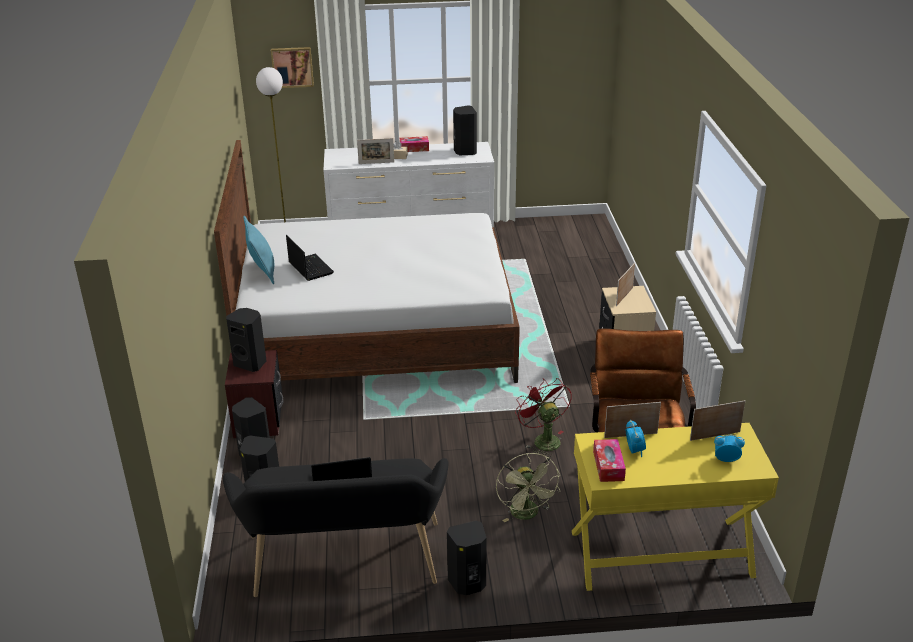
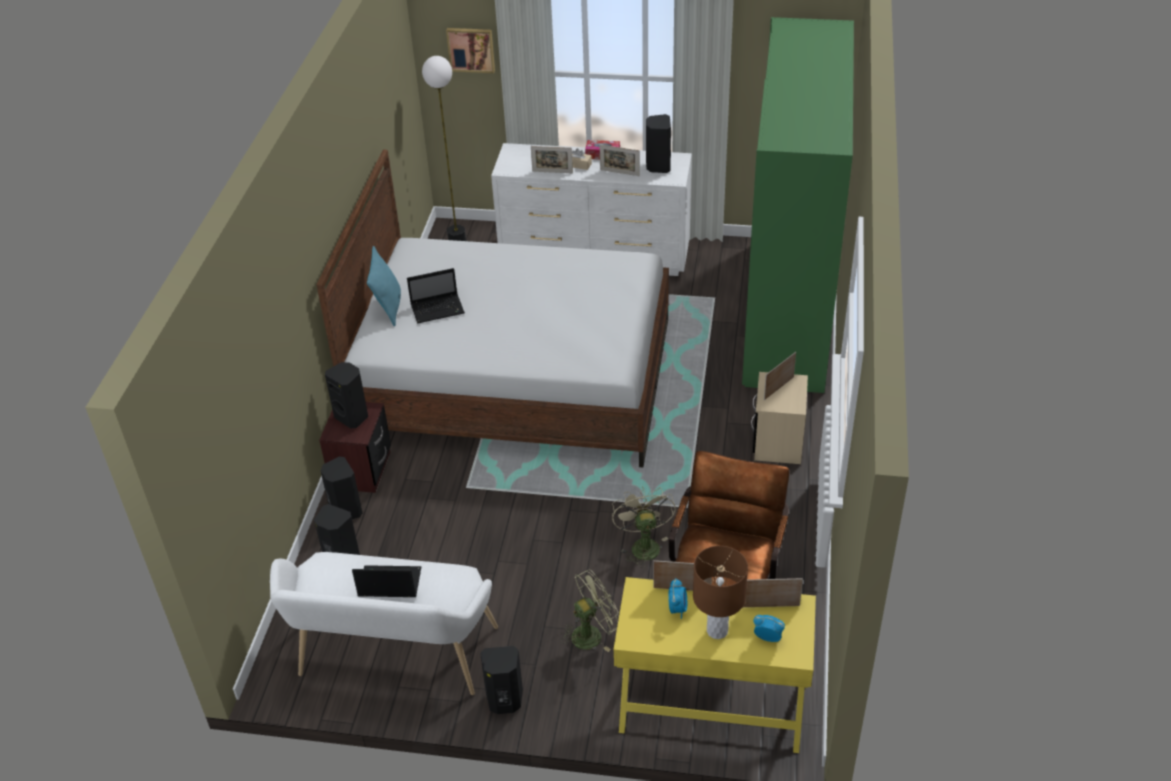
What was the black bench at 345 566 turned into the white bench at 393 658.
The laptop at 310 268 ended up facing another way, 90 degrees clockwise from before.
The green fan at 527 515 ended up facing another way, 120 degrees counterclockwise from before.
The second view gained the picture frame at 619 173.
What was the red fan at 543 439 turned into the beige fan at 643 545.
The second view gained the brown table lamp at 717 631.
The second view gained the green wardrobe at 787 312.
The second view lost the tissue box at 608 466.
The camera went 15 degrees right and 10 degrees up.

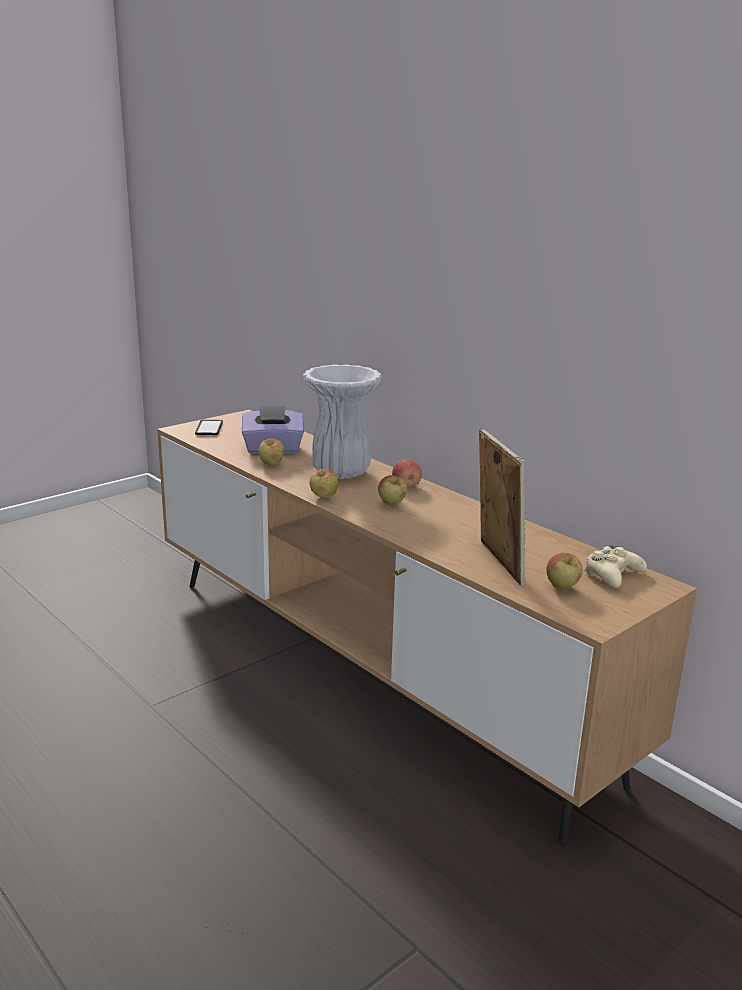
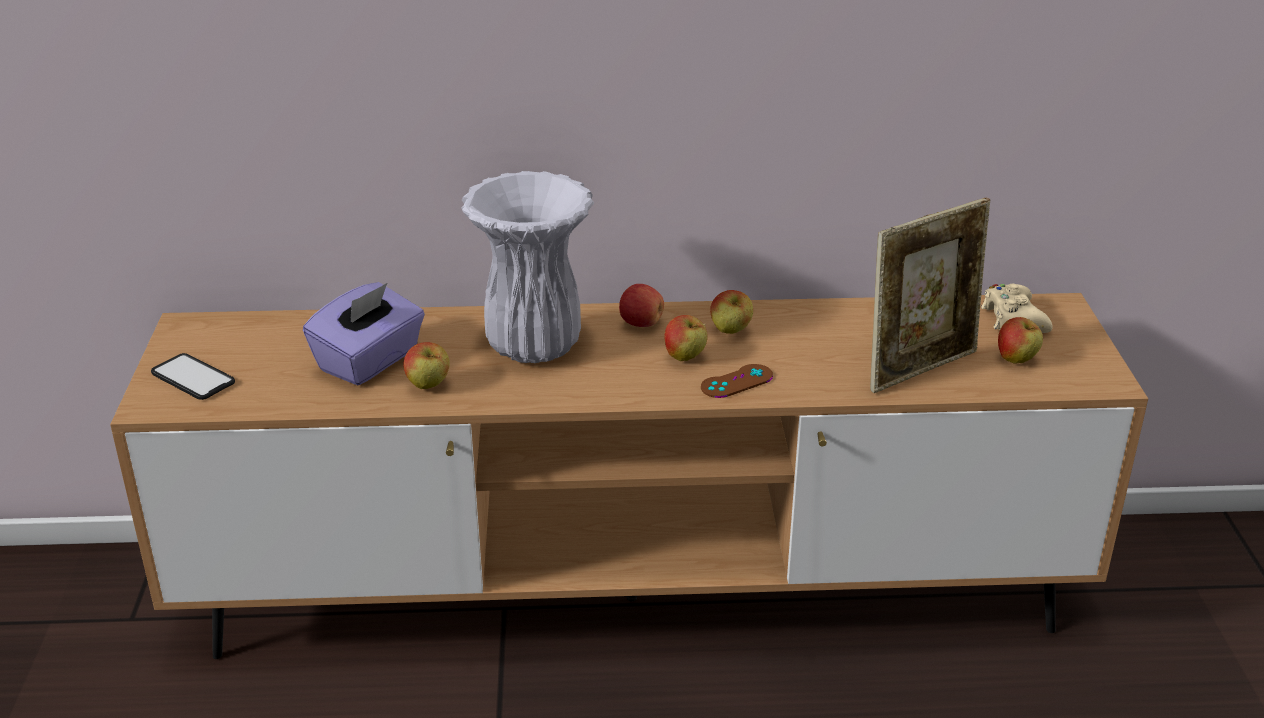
The second view gained the brown game controller at 736 381.
The apple ended up elsewhere, having gone from 323 497 to 731 332.
The picture frame at 496 563 ended up facing another way, 120 degrees clockwise from before.
The camera went 50 degrees left and 10 degrees up.

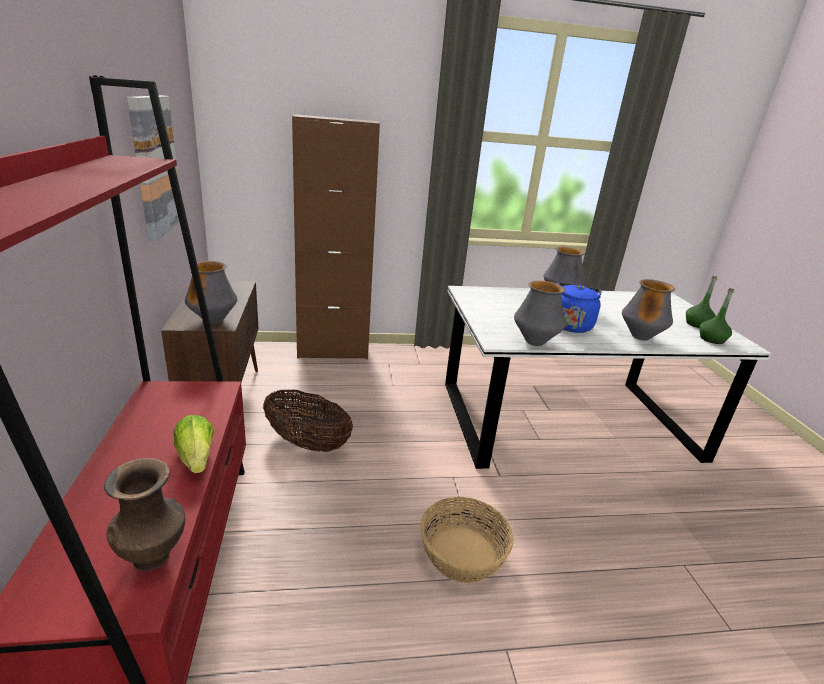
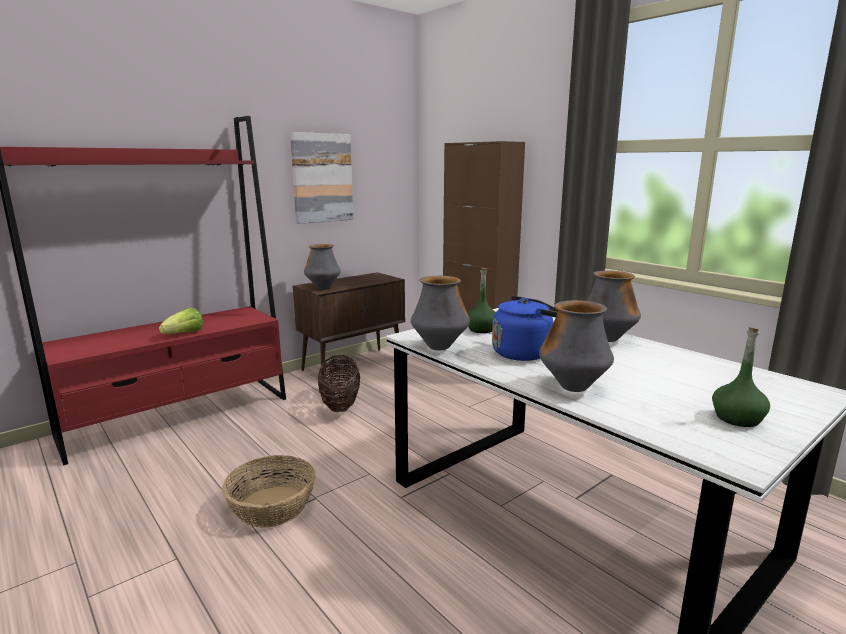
The green bottle ended up elsewhere, having gone from 711 339 to 481 329.
The second view lost the brown vase at 154 555.
The camera went 60 degrees right and 10 degrees down.

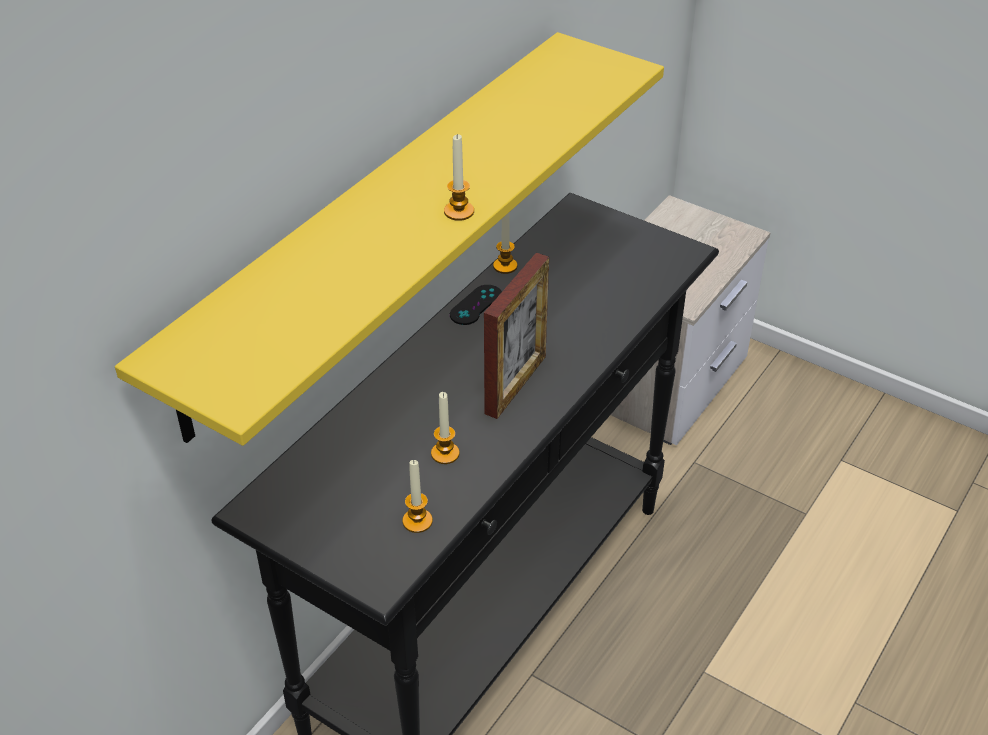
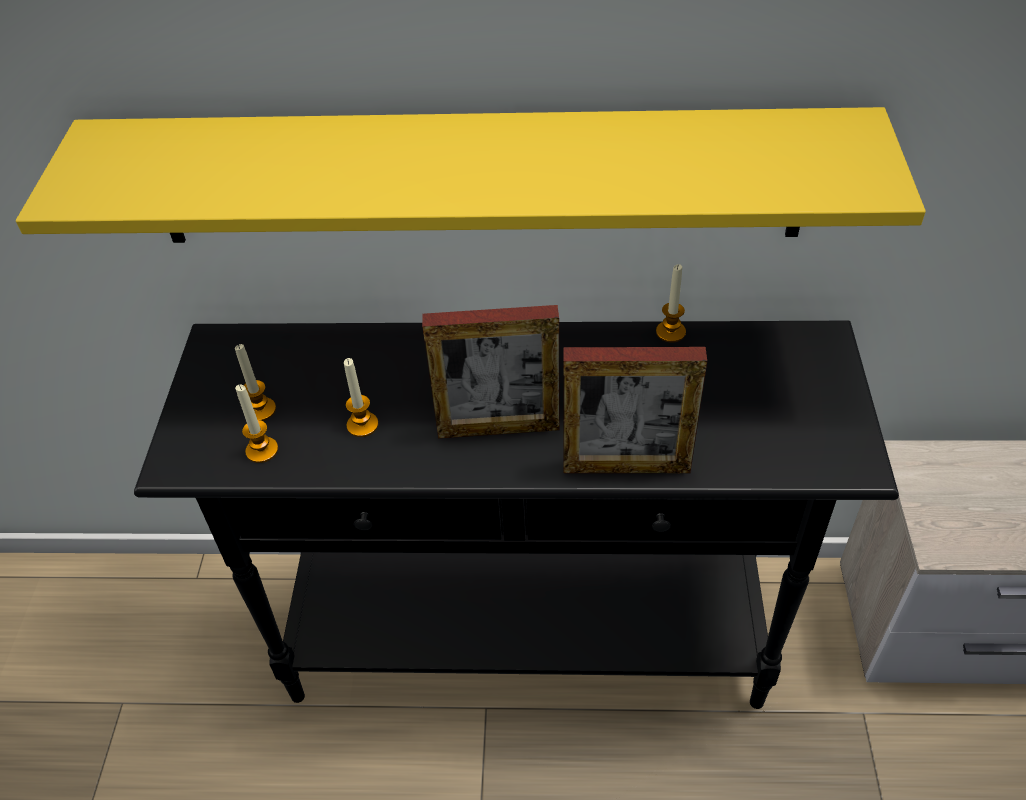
The candle ended up elsewhere, having gone from 459 211 to 260 410.
The second view gained the picture frame at 626 466.
The second view lost the black game controller at 476 305.
The camera went 60 degrees right and 5 degrees up.

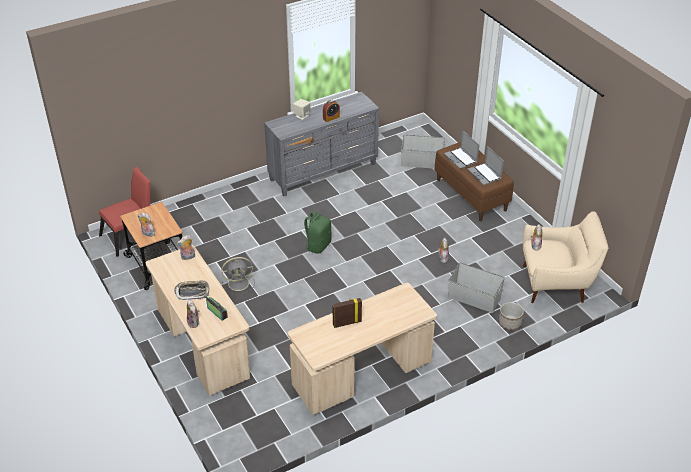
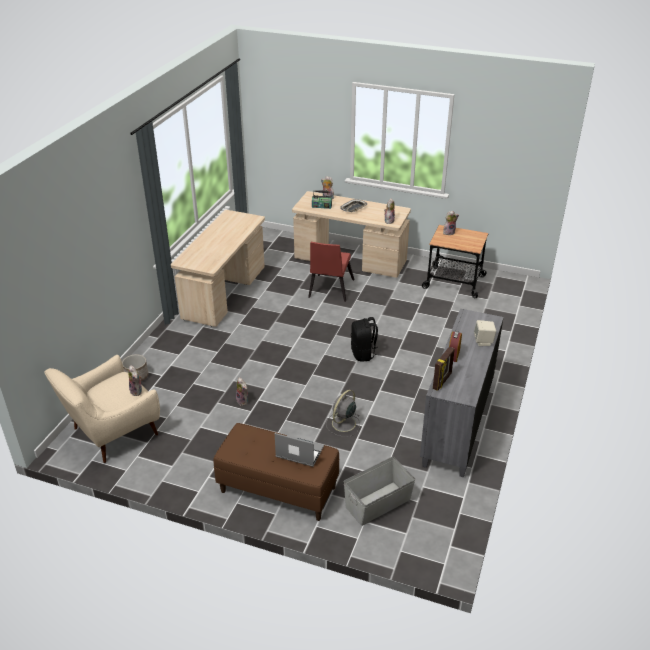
The red chair ended up elsewhere, having gone from 131 236 to 330 290.
The grey fan ended up elsewhere, having gone from 239 283 to 343 424.
What was the green backpack at 318 245 turned into the black backpack at 363 354.
The picture frame ended up elsewhere, having gone from 347 323 to 442 381.
The second view lost the grey storage box at 474 297.
The second view lost the laptop at 485 175.
The camera went 140 degrees right and 5 degrees down.

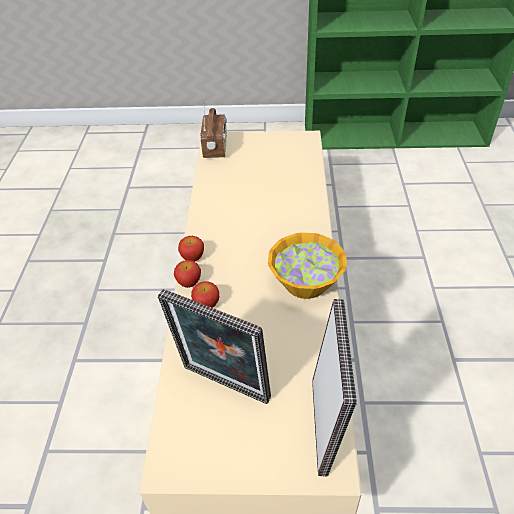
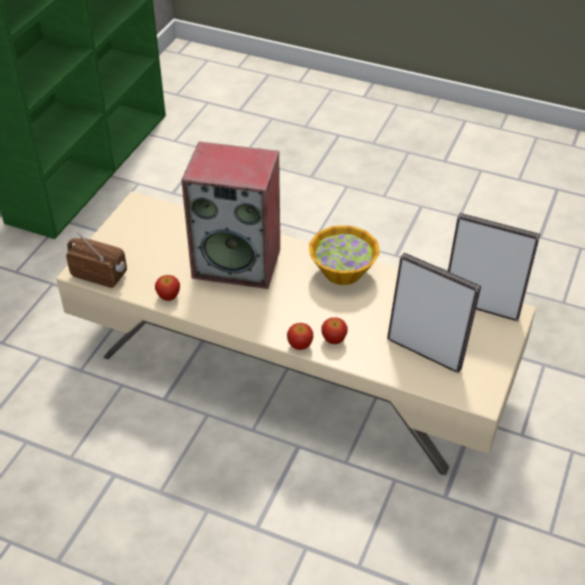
The apple ended up elsewhere, having gone from 192 257 to 168 296.
The second view gained the speaker at 238 262.
The picture frame at 223 387 ended up facing another way, 105 degrees counterclockwise from before.
The camera went 70 degrees left and 0 degrees up.

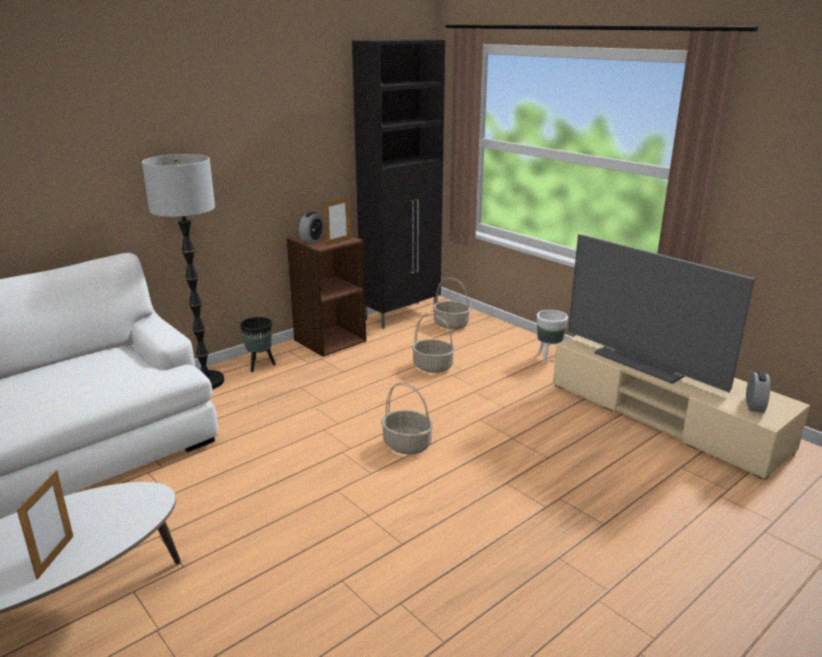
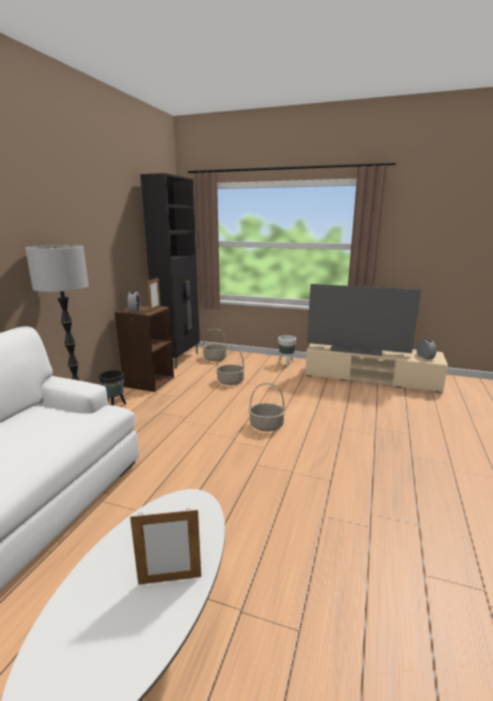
The picture frame at 55 557 ended up facing another way, 105 degrees clockwise from before.
The camera went 30 degrees left and 5 degrees down.

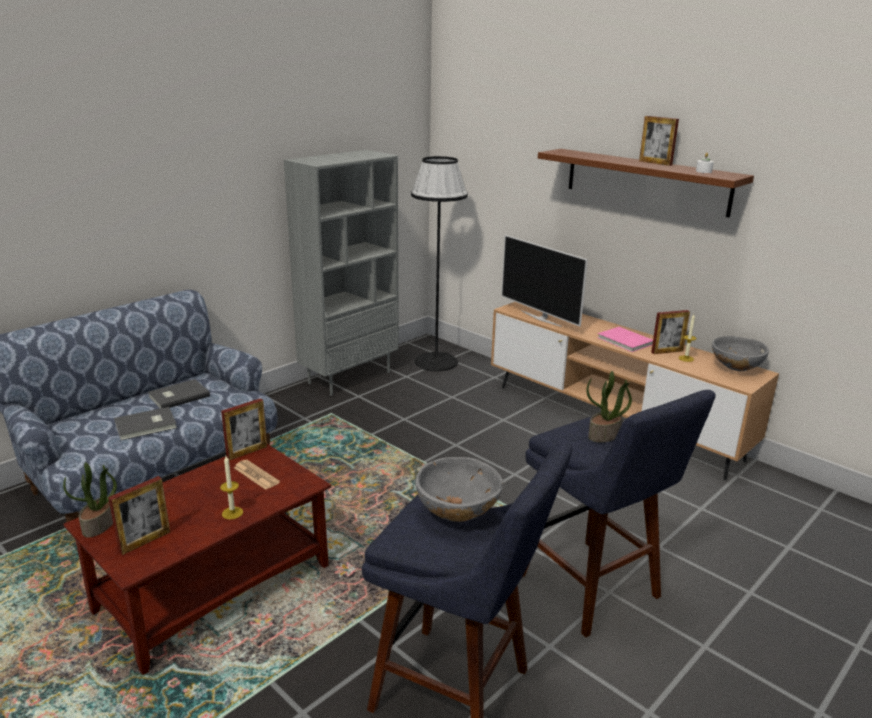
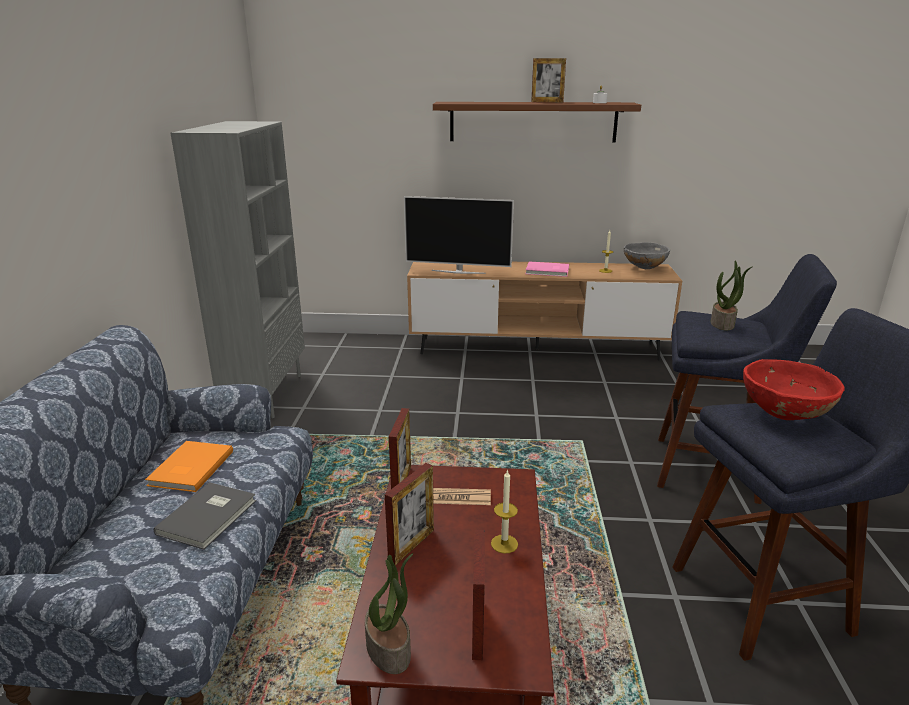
What was the grey book at 177 396 turned into the orange book at 189 468.
The picture frame ended up elsewhere, having gone from 667 351 to 411 545.
What was the grey bowl at 457 514 turned into the red bowl at 784 415.
The second view lost the black floor lamp at 436 361.
The camera went 40 degrees left and 0 degrees up.

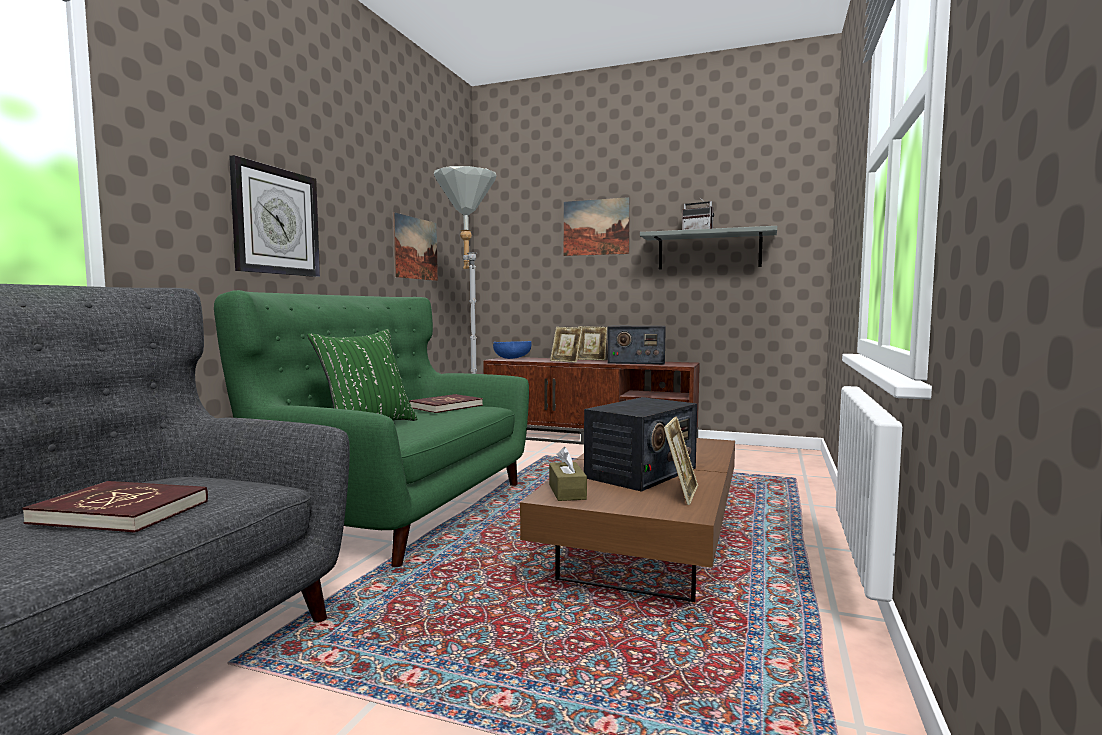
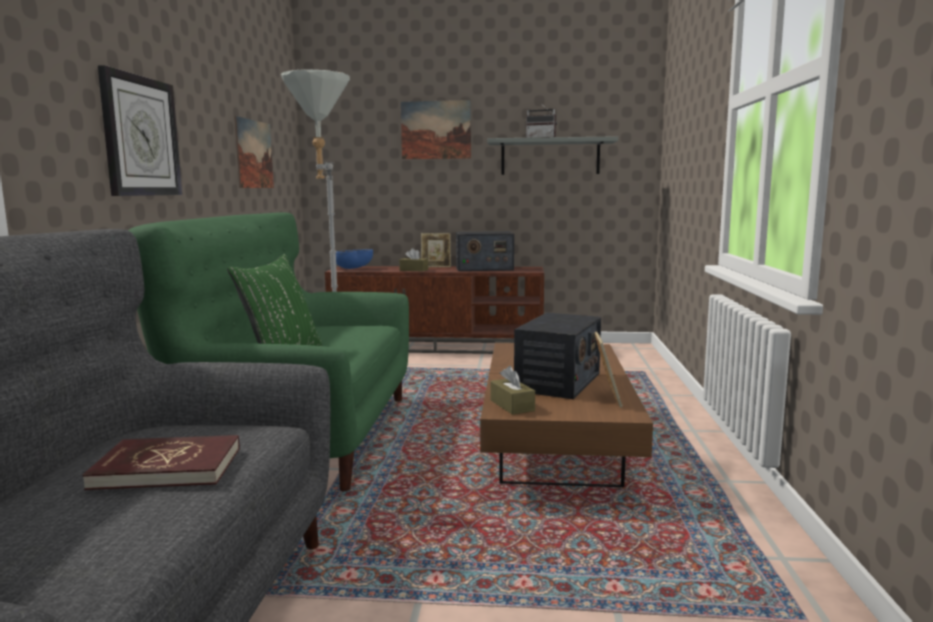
Where the picture frame stood at 566 361, the brown tissue box came to stand at 413 270.
The second view lost the red book at 446 407.
The camera went 15 degrees left and 5 degrees up.

